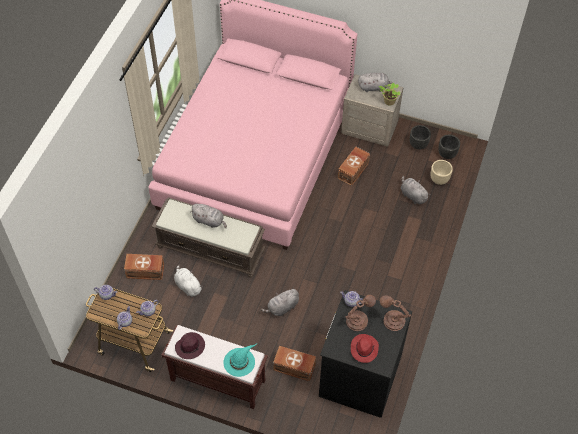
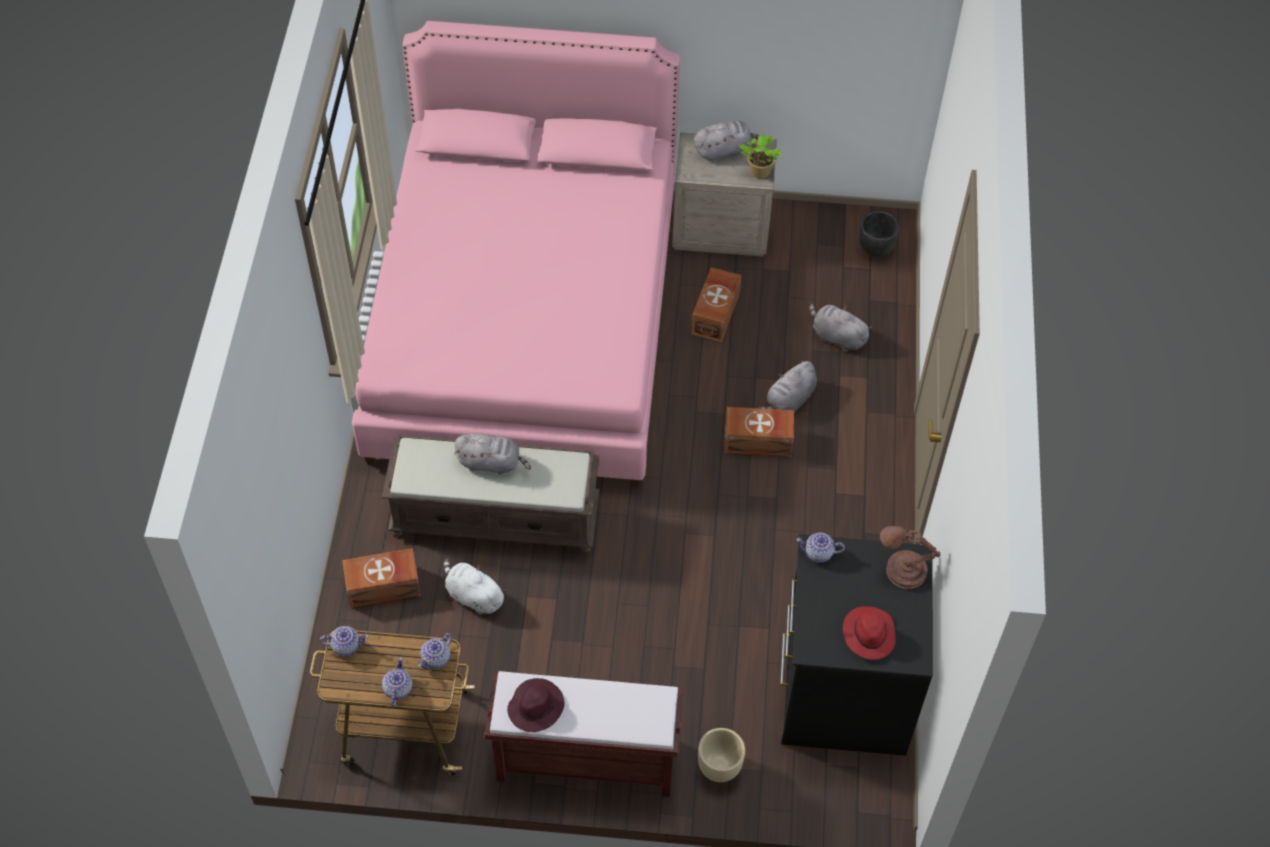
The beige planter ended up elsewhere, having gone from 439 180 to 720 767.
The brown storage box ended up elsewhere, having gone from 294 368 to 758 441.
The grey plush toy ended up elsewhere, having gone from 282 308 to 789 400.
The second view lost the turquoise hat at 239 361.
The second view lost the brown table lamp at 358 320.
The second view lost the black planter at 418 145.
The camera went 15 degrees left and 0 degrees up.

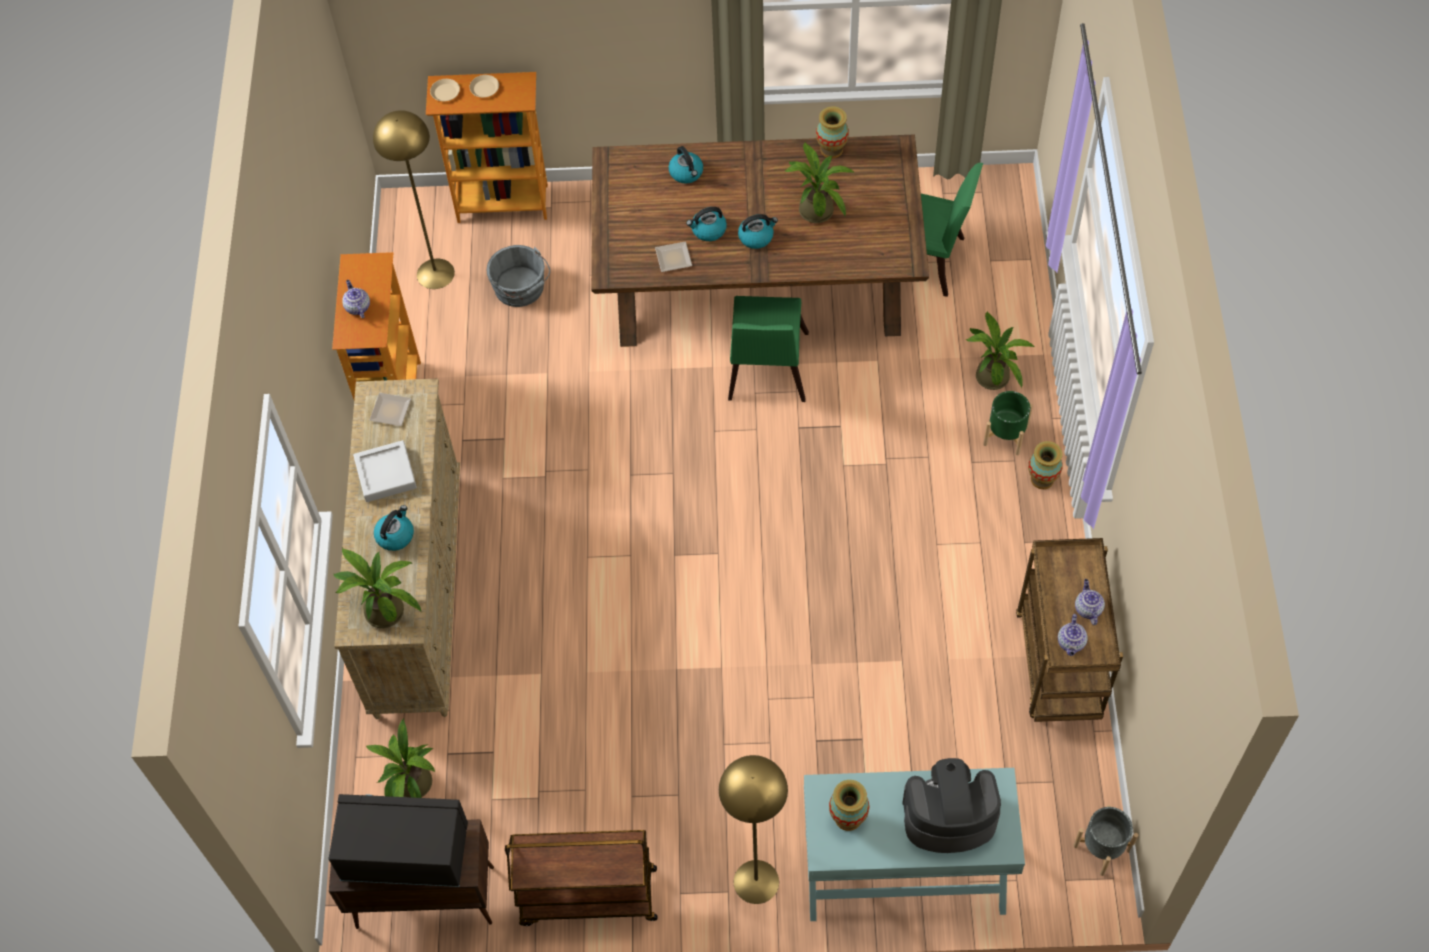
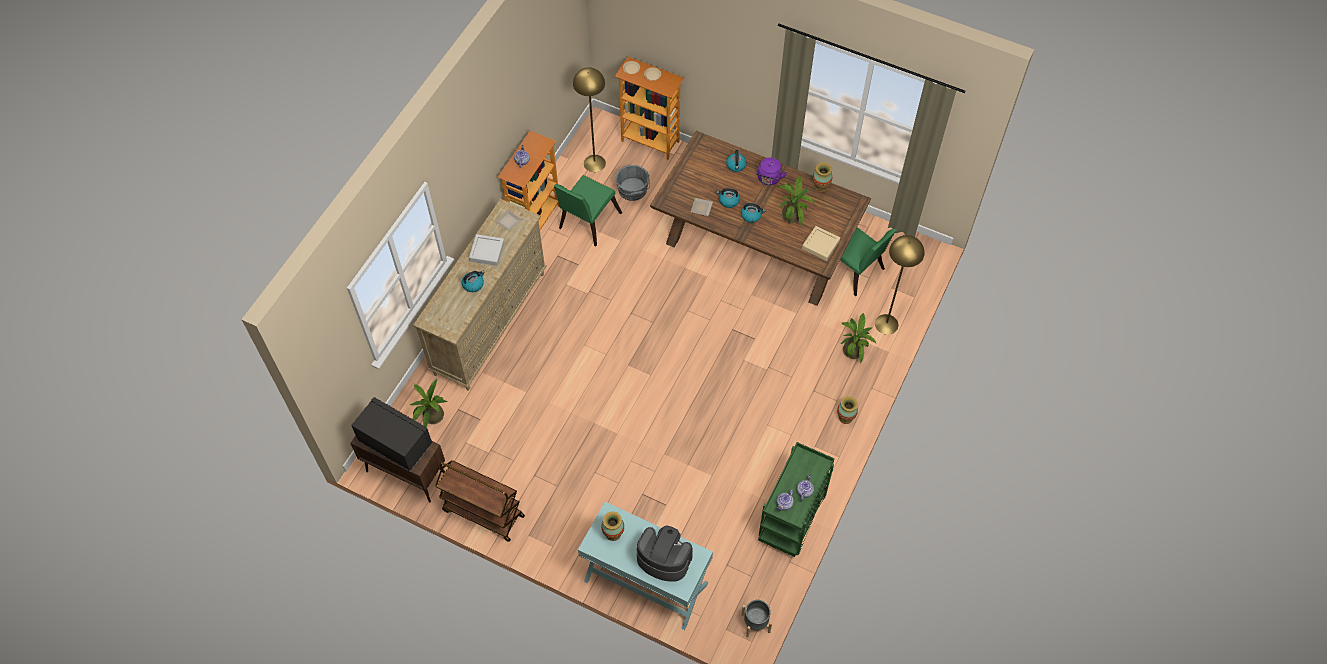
The green chair ended up elsewhere, having gone from 766 372 to 587 223.
The second view gained the purple kettle at 769 179.
What was the brown cart at 1059 667 turned into the green cart at 792 520.
The second view gained the beige tray at 820 245.
The yellow floor lamp ended up elsewhere, having gone from 756 881 to 886 324.
The second view lost the potted plant at 383 607.
The second view lost the green planter at 1006 435.
The camera went 25 degrees right and 0 degrees up.

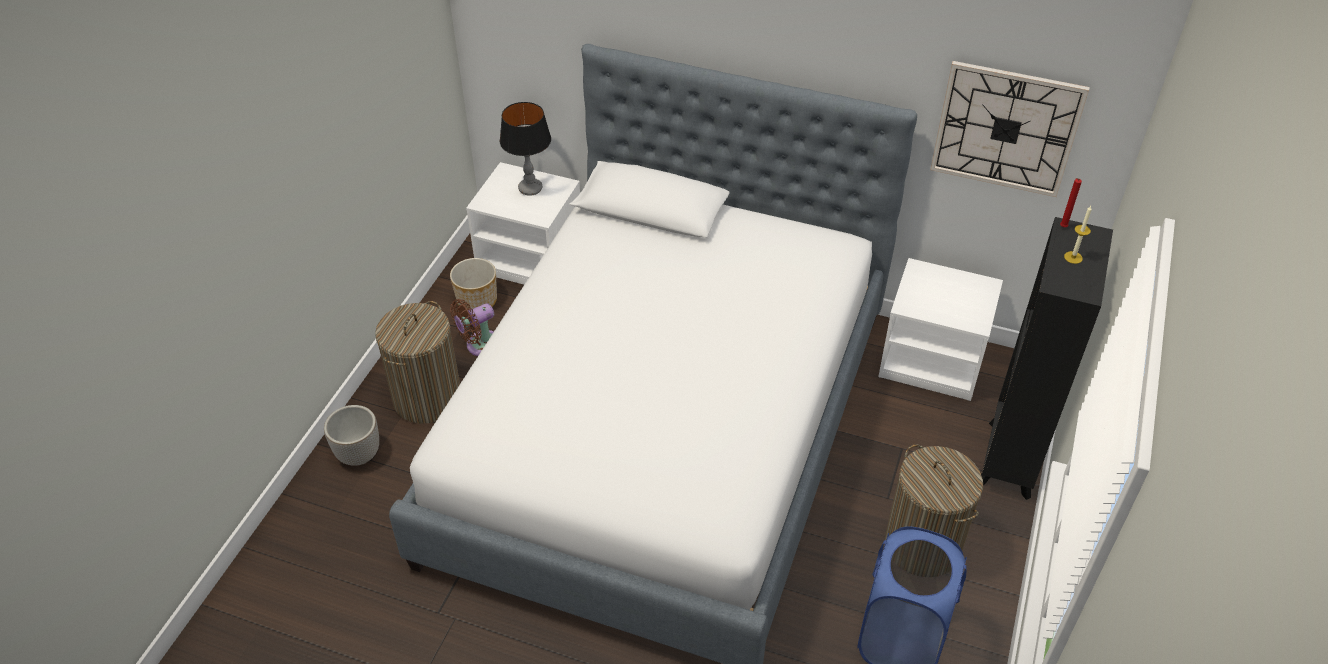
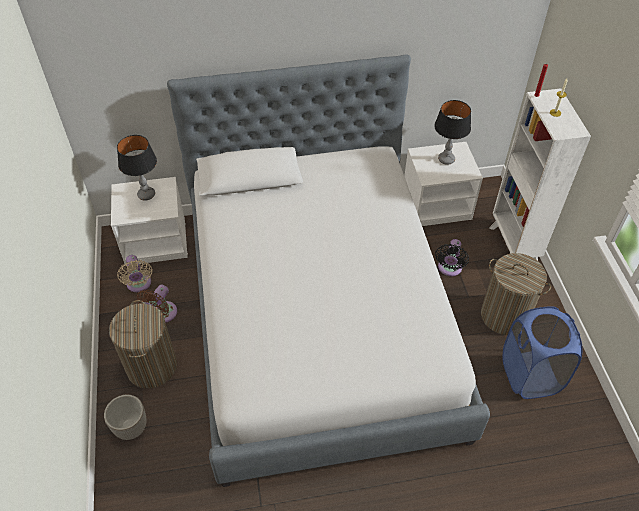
Where the planter stood at 477 300, the beige fan came to stand at 139 284.
The second view gained the table lamp at 446 159.
The second view gained the black fan at 449 269.
What was the black bookcase at 1008 461 turned into the white bookcase at 513 245.
The second view lost the wall clock at 1006 129.
The camera went 30 degrees left and 5 degrees up.

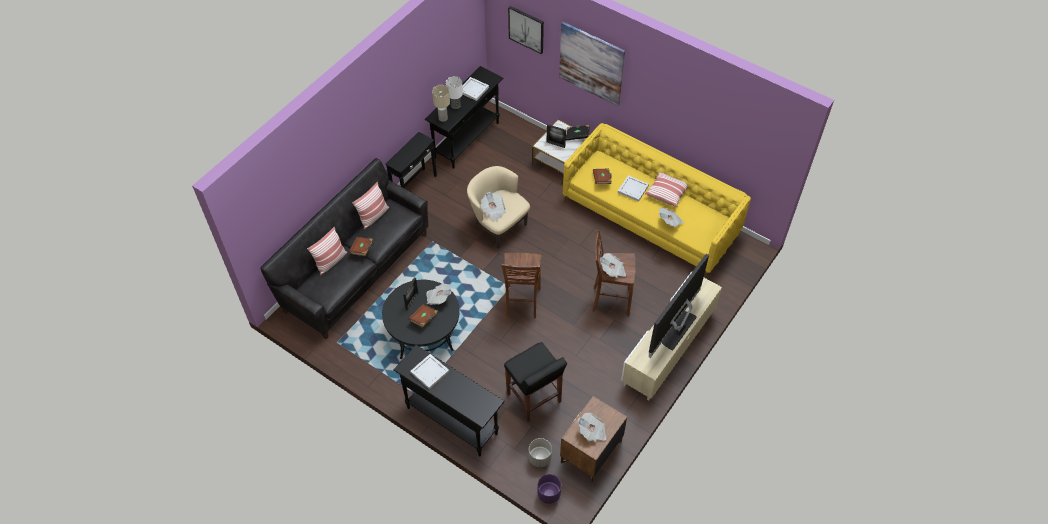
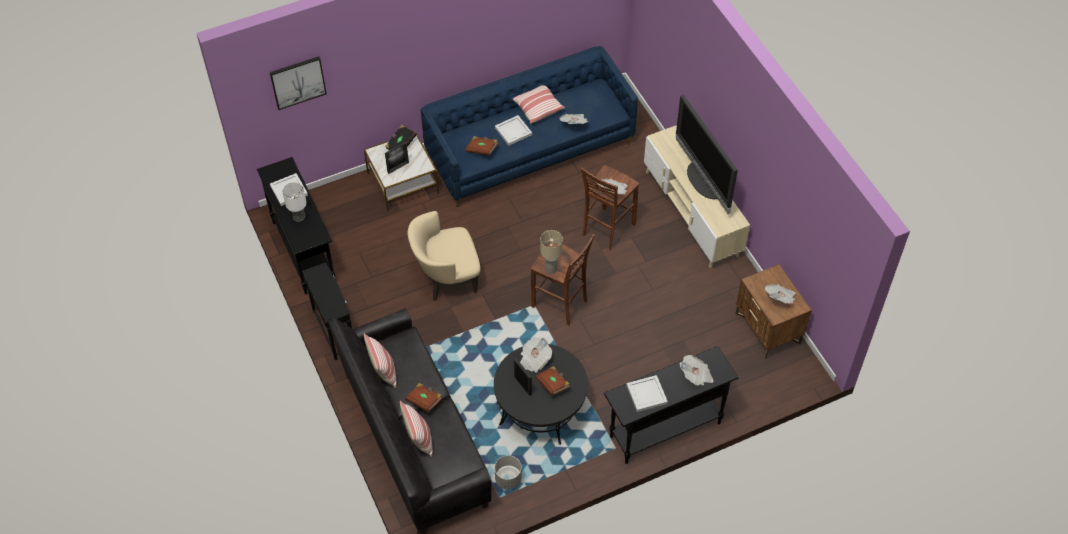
What was the yellow sofa at 650 218 turned into the blue sofa at 530 148.
The grey planter ended up elsewhere, having gone from 539 458 to 508 479.
The beige table lamp ended up elsewhere, having gone from 443 118 to 550 268.
The newspaper ended up elsewhere, having gone from 493 211 to 696 376.
The second view lost the black stool at 534 398.
The second view lost the purple planter at 548 494.
The second view lost the picture at 591 63.
The camera went 60 degrees left and 0 degrees up.

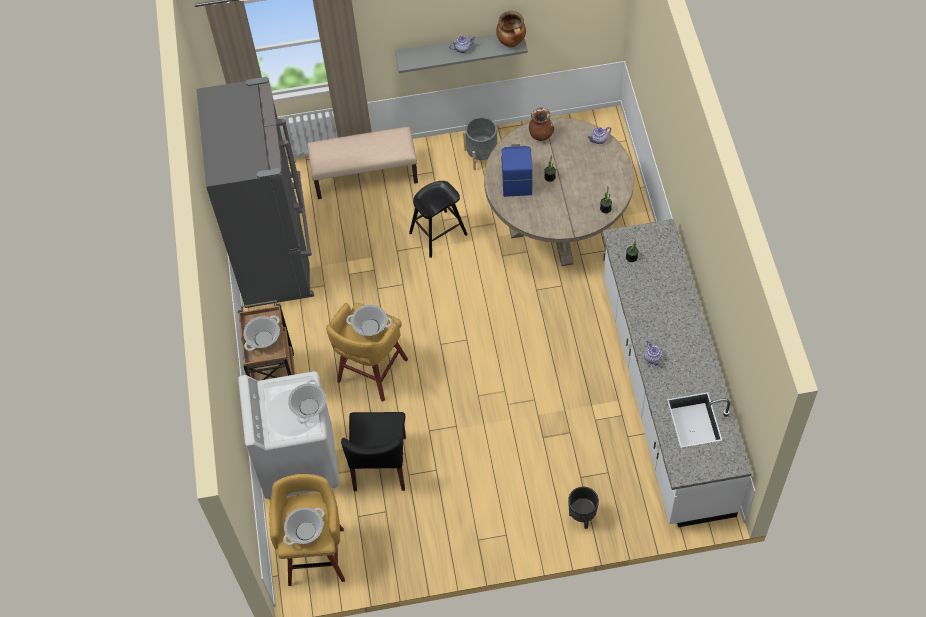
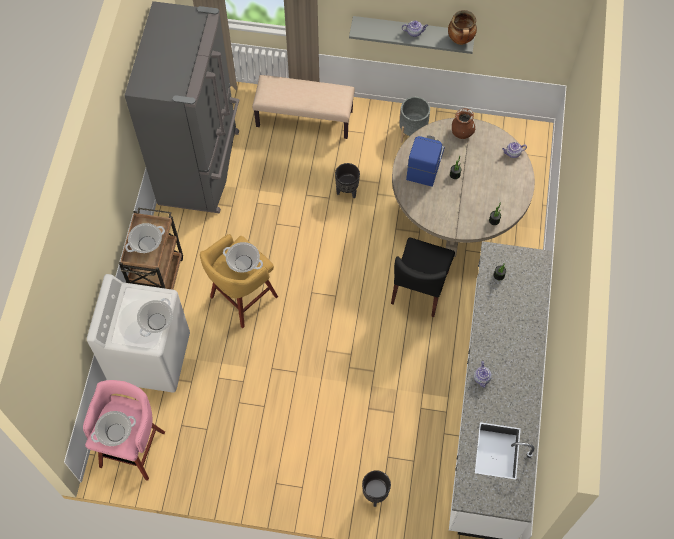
What was the yellow stool at 316 554 turned into the pink stool at 133 447.
Where the black stool stood at 438 234, the black planter came to stand at 347 191.
The black chair ended up elsewhere, having gone from 380 464 to 420 288.
The camera went 15 degrees right and 5 degrees up.

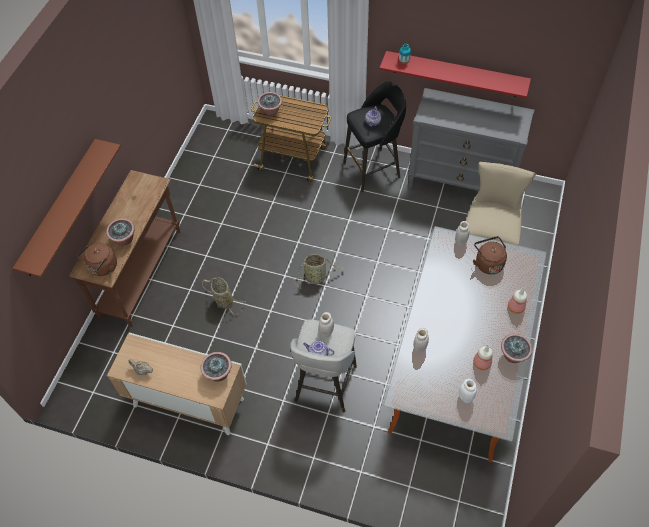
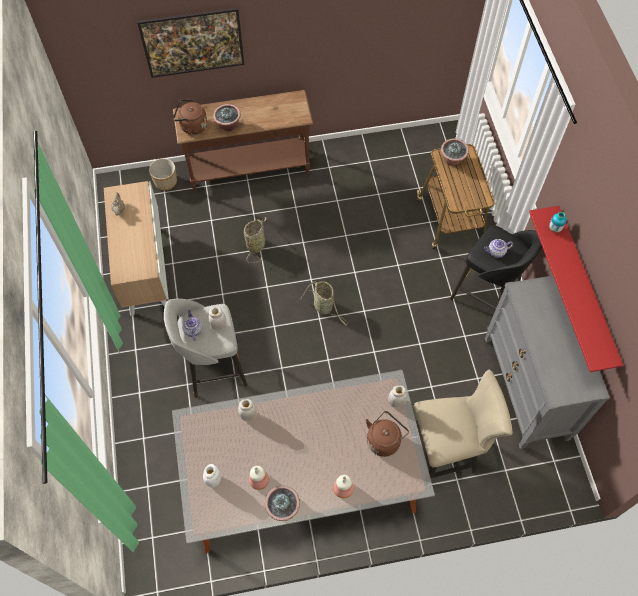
Where the brown shelf hung at 60 208, the picture came to hang at 195 56.
The second view gained the planter at 165 181.
The second view lost the potted plant at 218 374.
The camera went 60 degrees right and 5 degrees up.

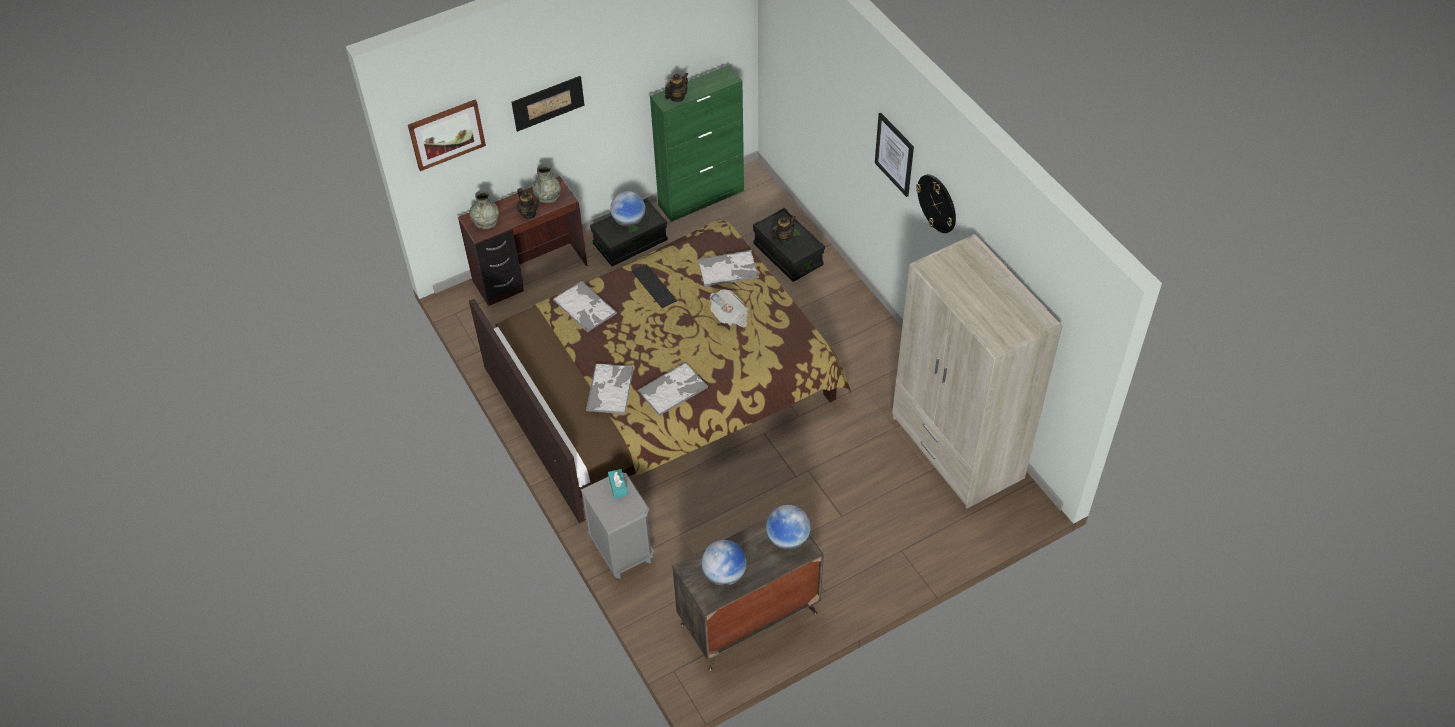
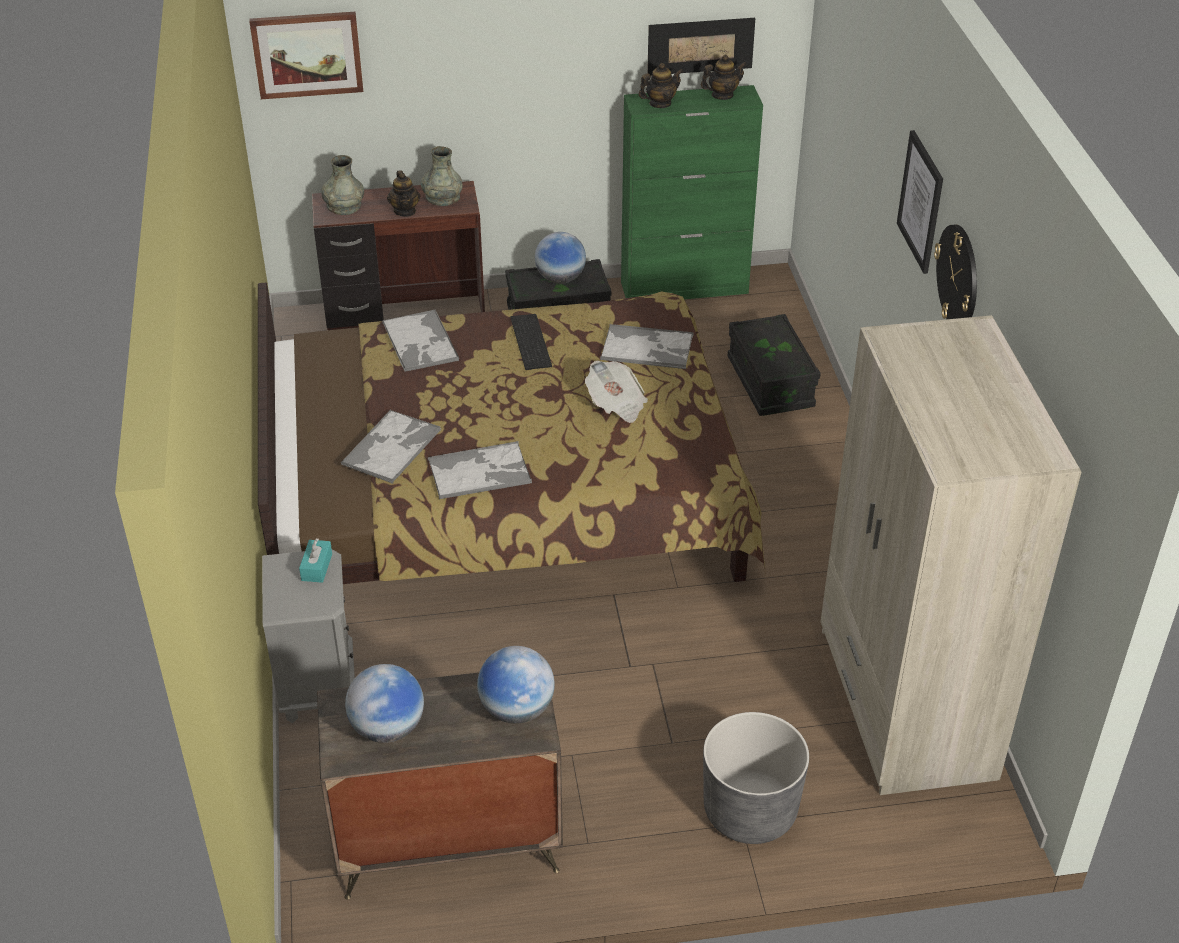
The picture ended up elsewhere, having gone from 548 103 to 700 46.
The teapot ended up elsewhere, having gone from 783 237 to 722 95.
The second view gained the grey planter at 750 811.
The camera went 20 degrees right and 10 degrees down.

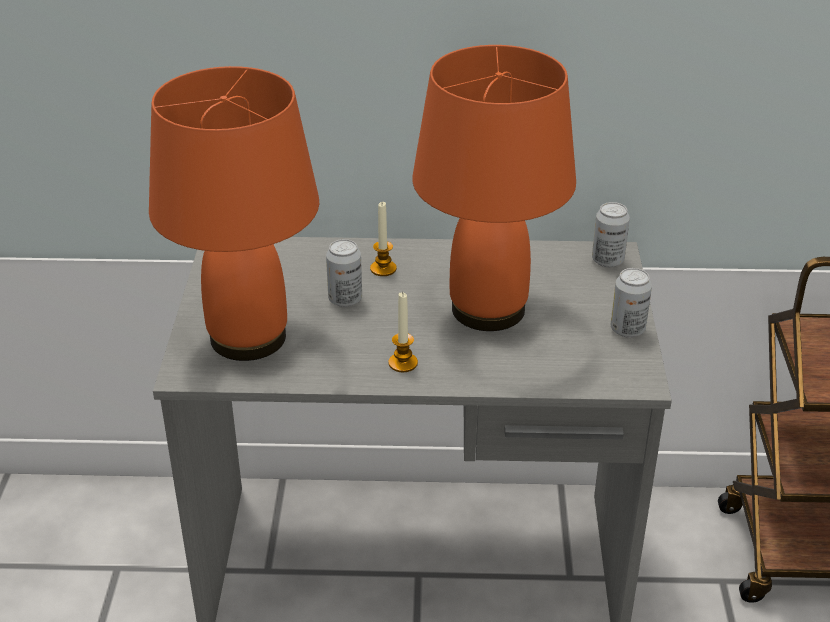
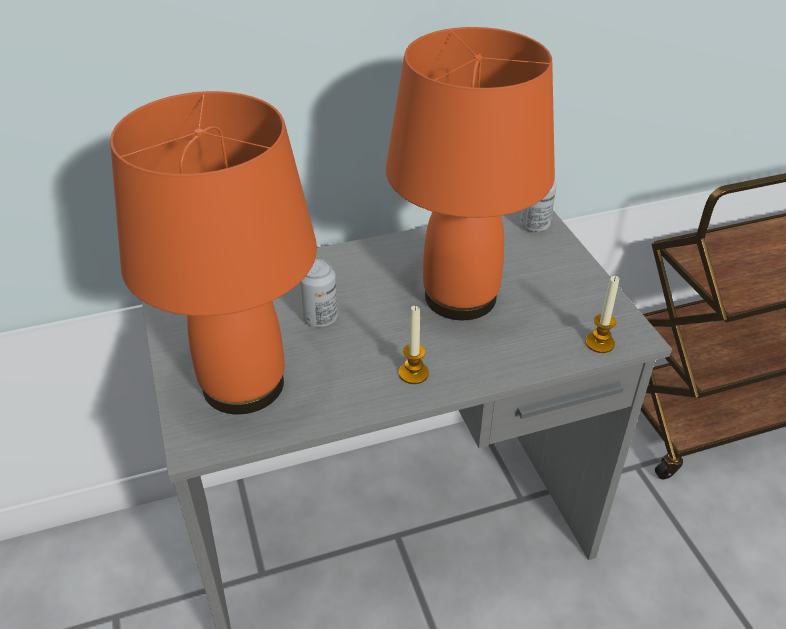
The candle ended up elsewhere, having gone from 383 269 to 599 343.
The second view lost the can at 627 329.
The camera went 20 degrees left and 5 degrees up.

